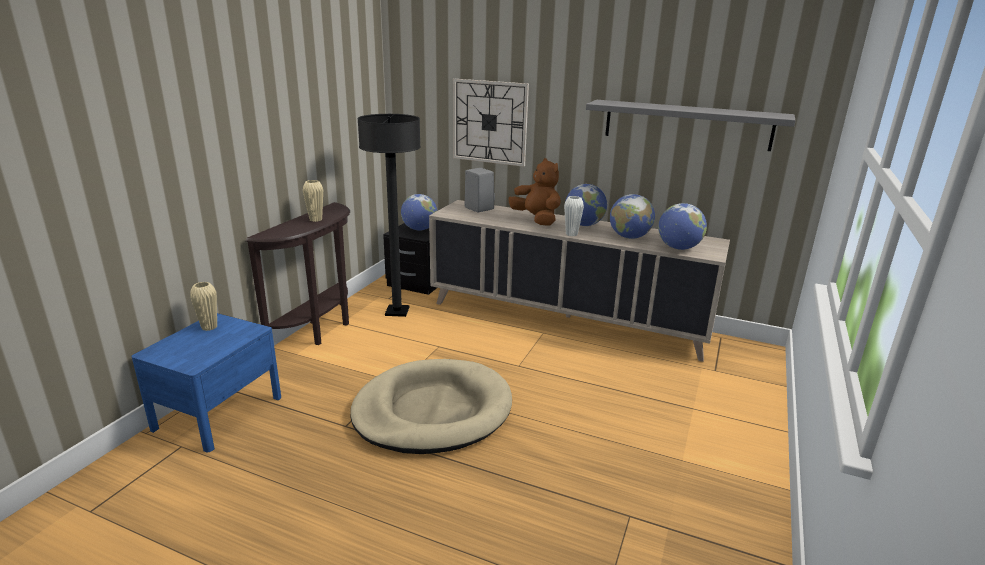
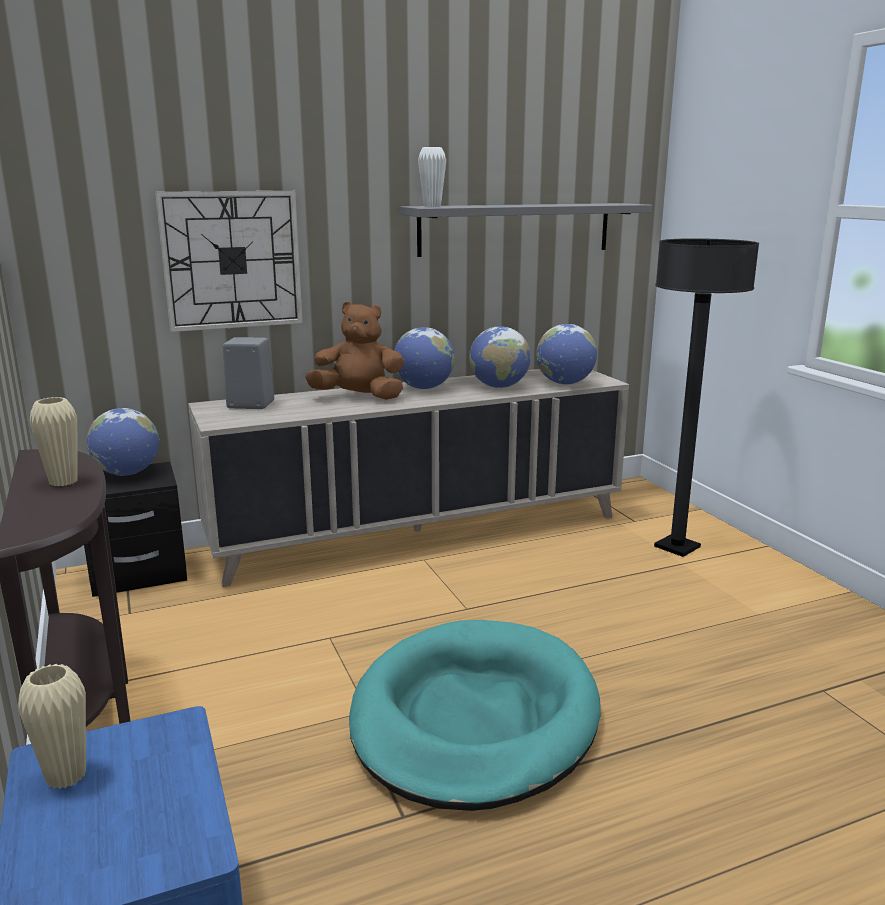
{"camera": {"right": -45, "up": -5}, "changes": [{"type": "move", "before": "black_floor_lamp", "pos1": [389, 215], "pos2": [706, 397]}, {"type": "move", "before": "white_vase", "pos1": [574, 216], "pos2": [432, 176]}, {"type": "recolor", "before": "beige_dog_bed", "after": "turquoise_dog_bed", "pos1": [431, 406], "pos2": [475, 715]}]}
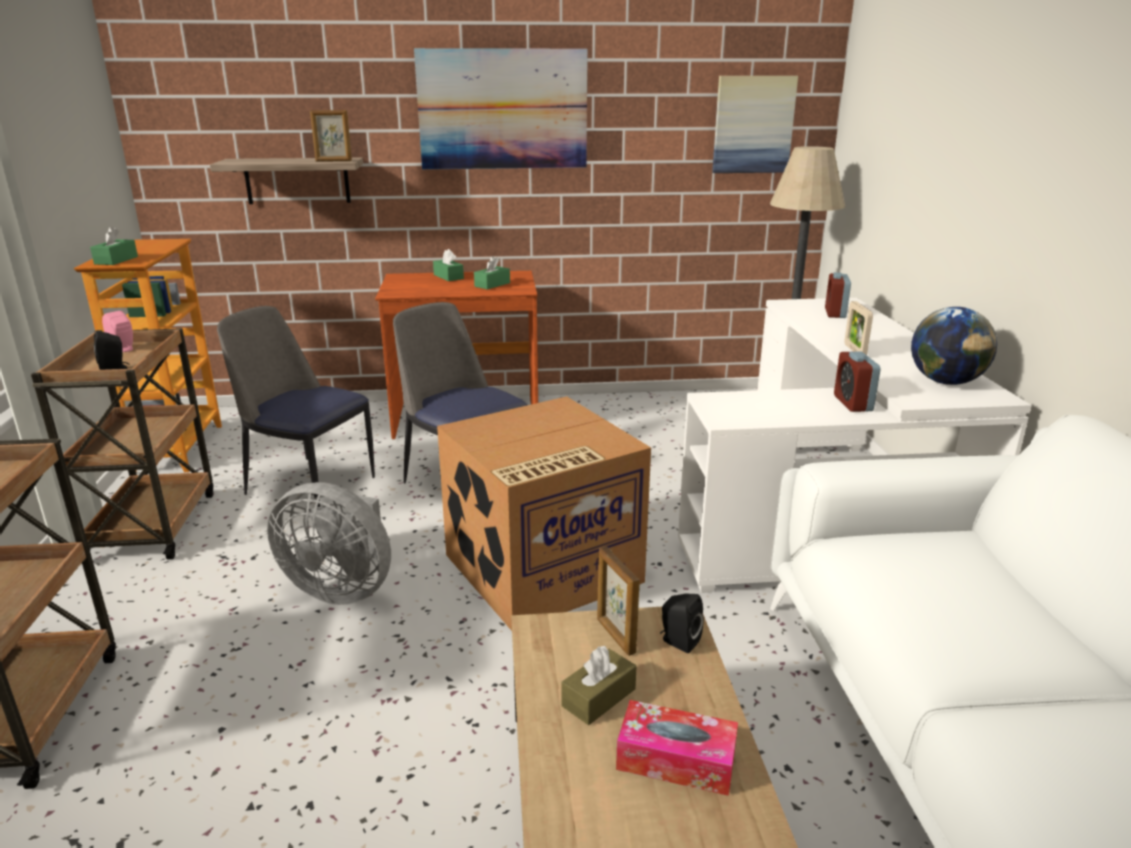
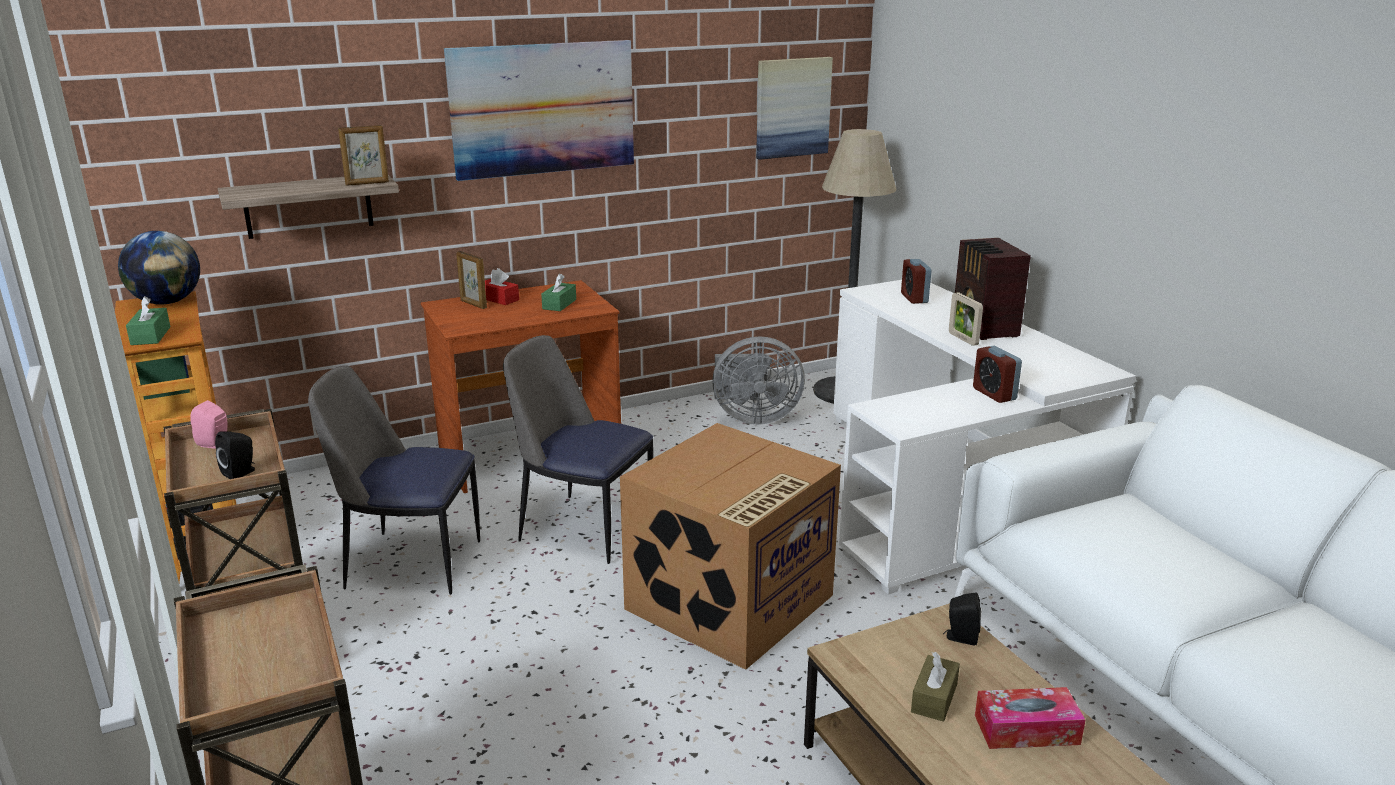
{"camera": {"right": -20, "up": 0}, "changes": [{"type": "insert", "after": "radio", "pos2": [993, 289]}, {"type": "move", "before": "grey_fan", "pos1": [329, 543], "pos2": [758, 380]}, {"type": "move", "before": "picture_frame", "pos1": [618, 601], "pos2": [471, 280]}, {"type": "move", "before": "globe", "pos1": [954, 346], "pos2": [159, 268]}, {"type": "recolor", "before": "green_tissue_box", "after": "red_tissue_box", "pos1": [448, 265], "pos2": [502, 286]}]}
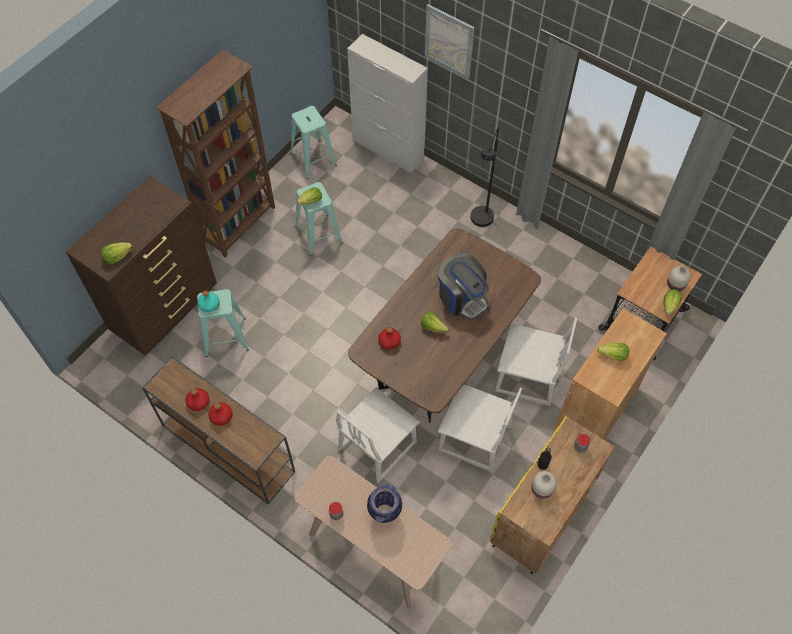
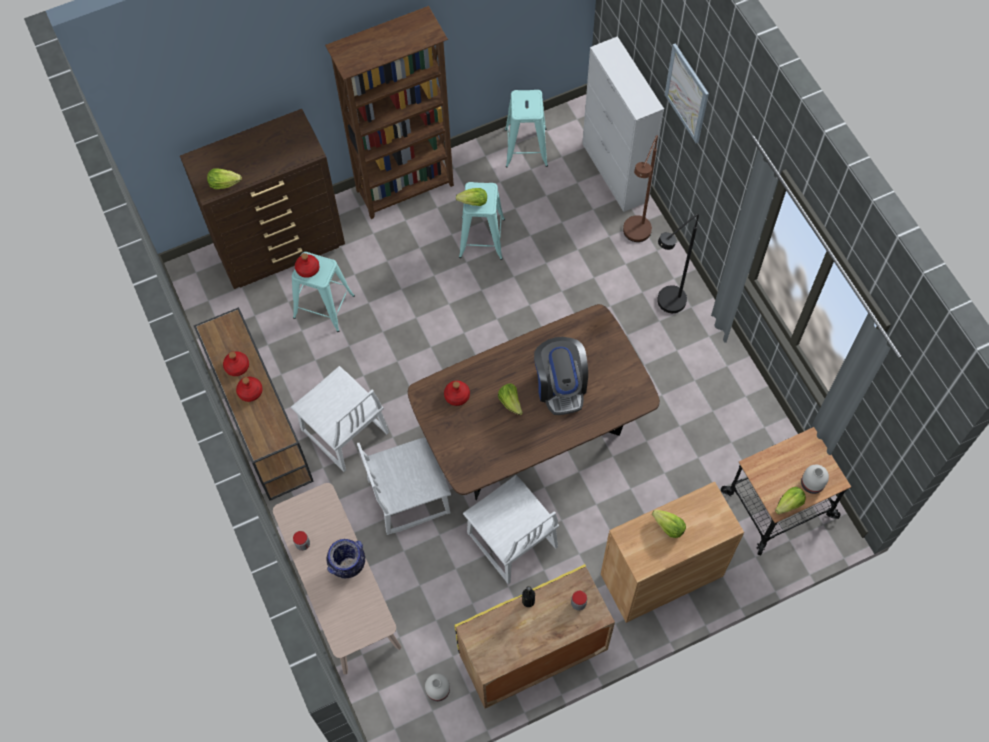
{"camera": {"right": 30, "up": 5}, "changes": [{"type": "insert", "after": "brown_floor_lamp", "pos2": [640, 188]}, {"type": "move", "before": "white_chair", "pos1": [536, 362], "pos2": [340, 419]}, {"type": "move", "before": "white_vase", "pos1": [543, 485], "pos2": [437, 687]}, {"type": "recolor", "before": "turquoise_bottle", "after": "red_bottle", "pos1": [209, 301], "pos2": [307, 265]}]}
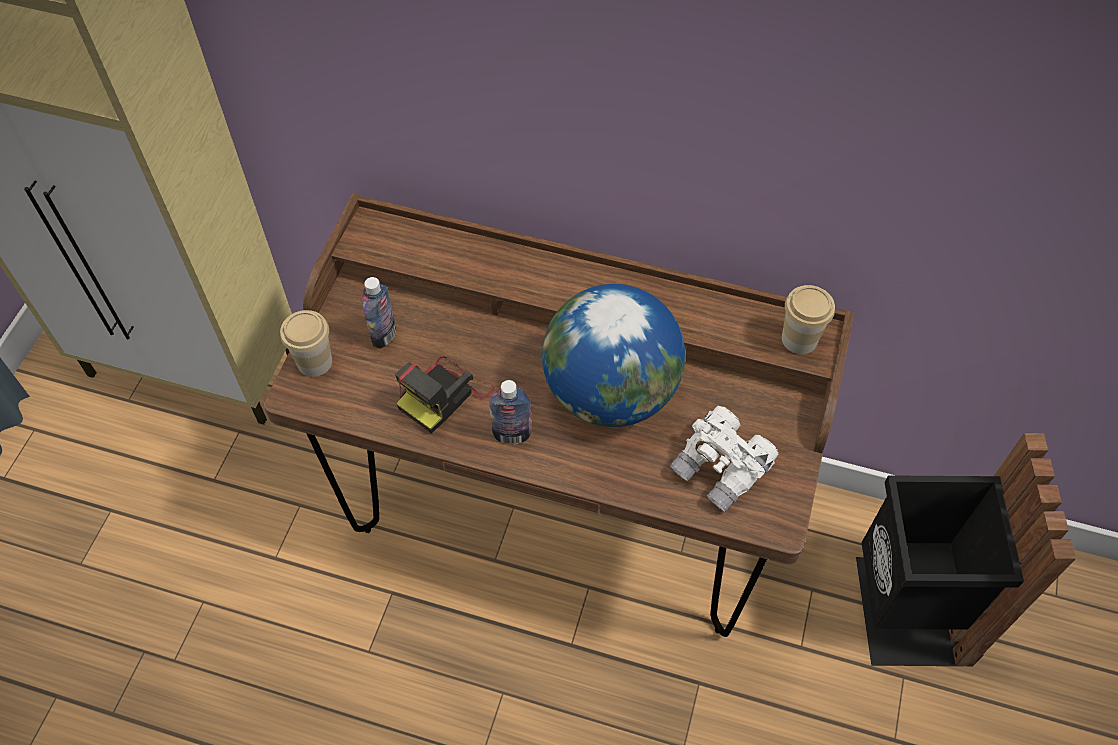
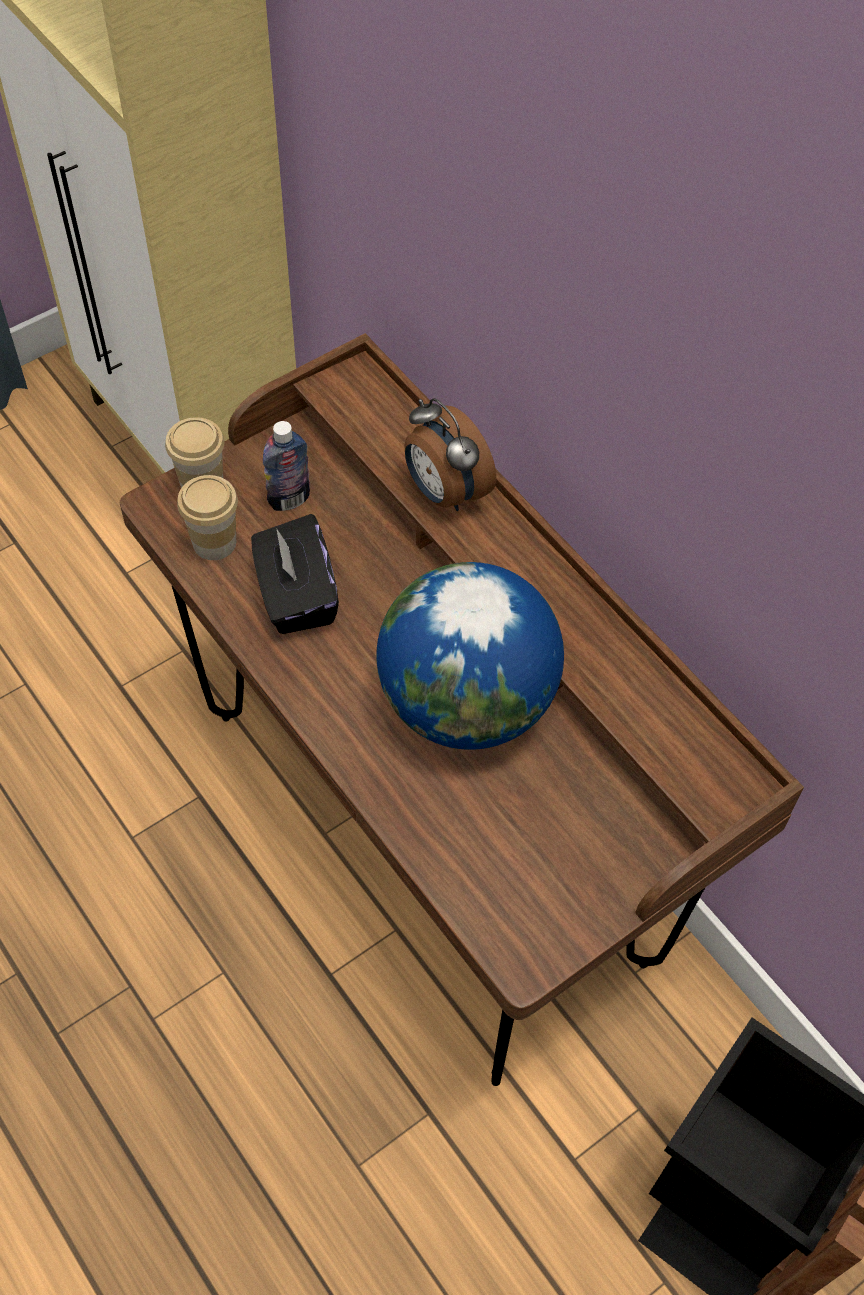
{"camera": {"right": 35, "up": 0}, "changes": [{"type": "delete", "before": "bottle", "pos1": [510, 412]}, {"type": "delete", "before": "white_binoculars", "pos1": [724, 459]}, {"type": "insert", "after": "alarm_clock", "pos2": [450, 454]}, {"type": "move", "before": "cup", "pos1": [808, 319], "pos2": [207, 517]}, {"type": "replace", "before": "photo_camera", "after": "black_tissue_box", "pos1": [445, 395], "pos2": [295, 574]}]}
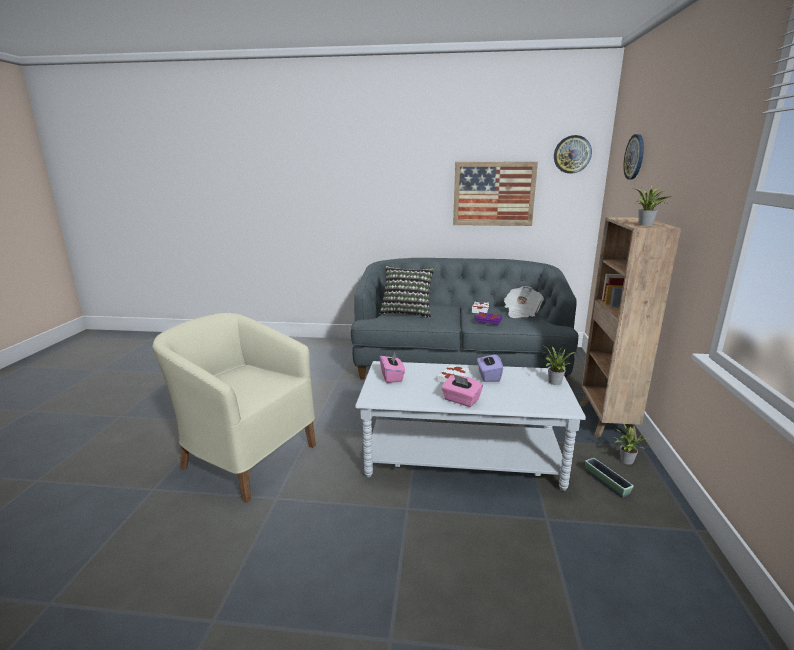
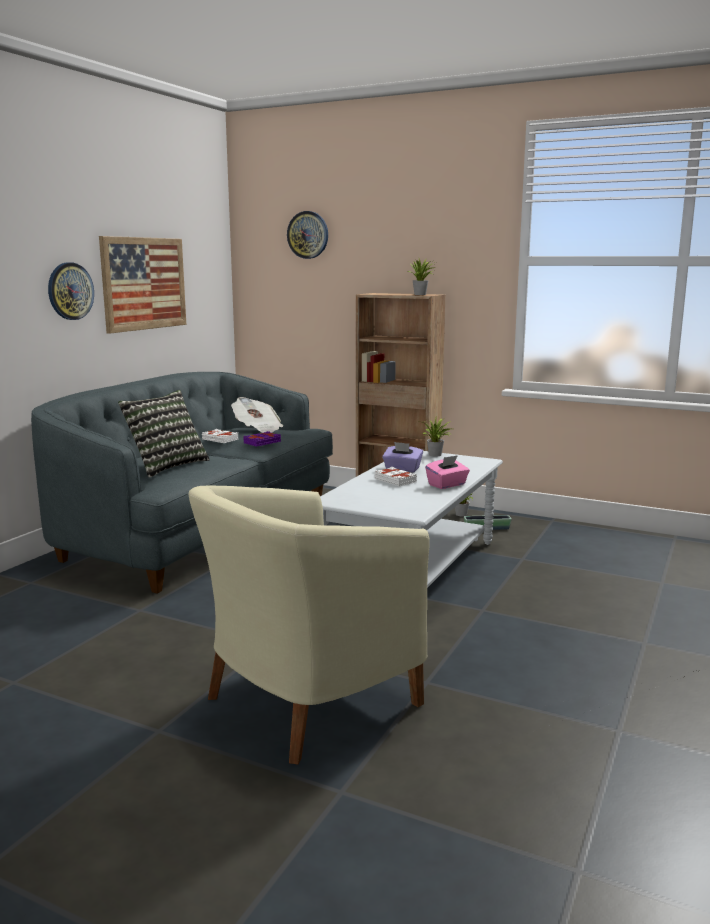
{"camera": {"right": -70, "up": -5}, "changes": [{"type": "delete", "before": "pink_tissue_box", "pos1": [392, 367]}, {"type": "move", "before": "wall_clock", "pos1": [573, 154], "pos2": [71, 291]}]}
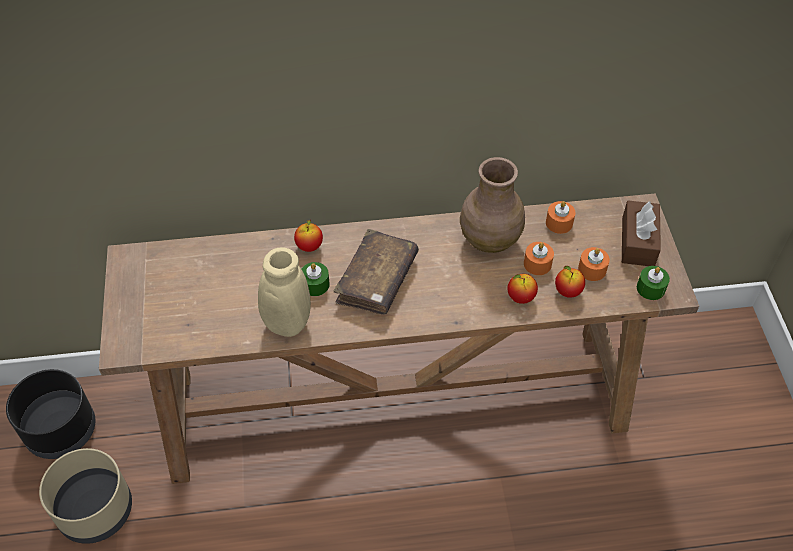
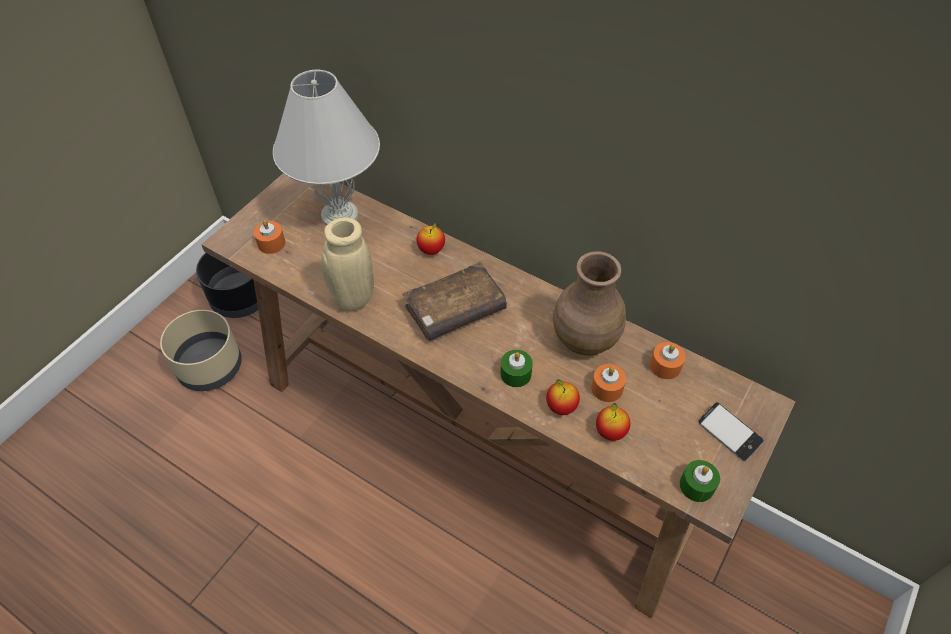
{"camera": {"right": 40, "up": 0}, "changes": [{"type": "insert", "after": "white_table_lamp", "pos2": [326, 148]}, {"type": "move", "before": "green_candle", "pos1": [315, 279], "pos2": [516, 368]}, {"type": "move", "before": "orange_candle", "pos1": [594, 264], "pos2": [269, 237]}, {"type": "replace", "before": "brown_tissue_box", "after": "phone", "pos1": [641, 233], "pos2": [731, 431]}]}
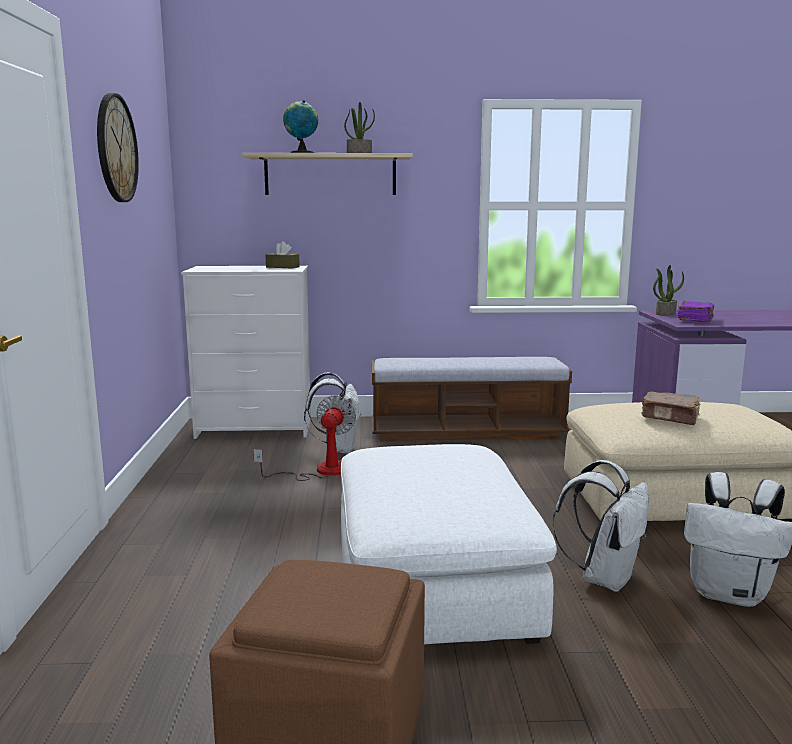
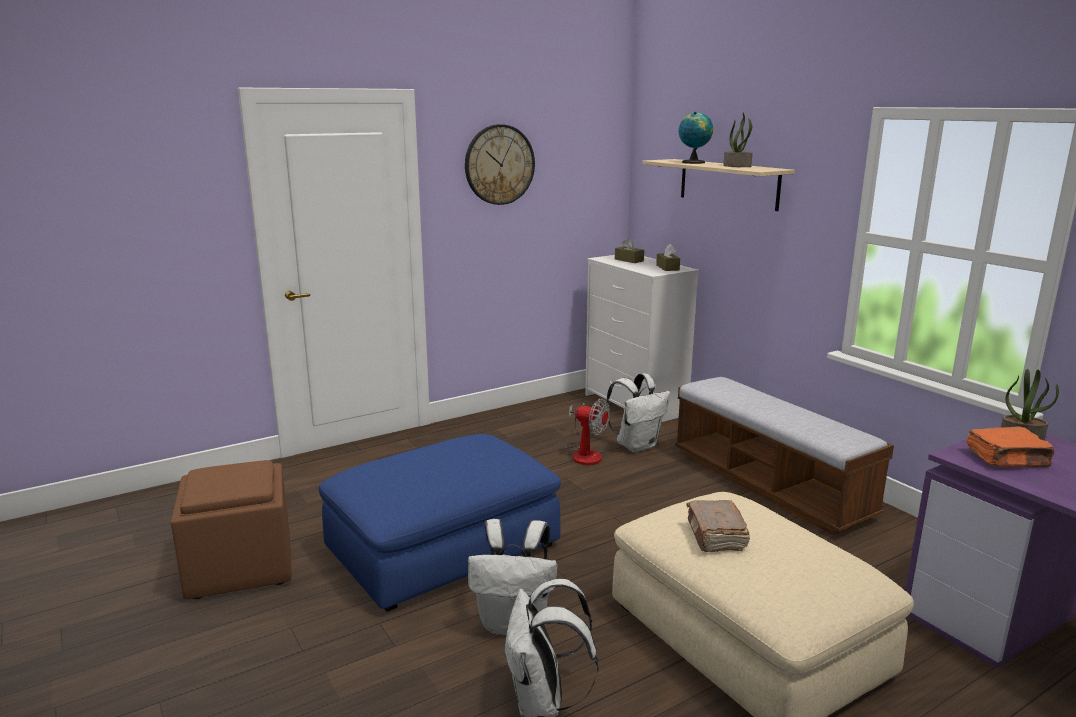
{"camera": {"right": 60, "up": 5}, "changes": [{"type": "insert", "after": "brown_tissue_box", "pos2": [629, 250]}, {"type": "recolor", "before": "white_ottoman", "after": "blue_ottoman", "pos1": [449, 544], "pos2": [440, 523]}, {"type": "recolor", "before": "purple_book", "after": "orange_book", "pos1": [695, 311], "pos2": [1010, 446]}, {"type": "rotate", "before": "fan", "pos1": [304, 438], "pos2": [587, 431], "turn": 45}]}
